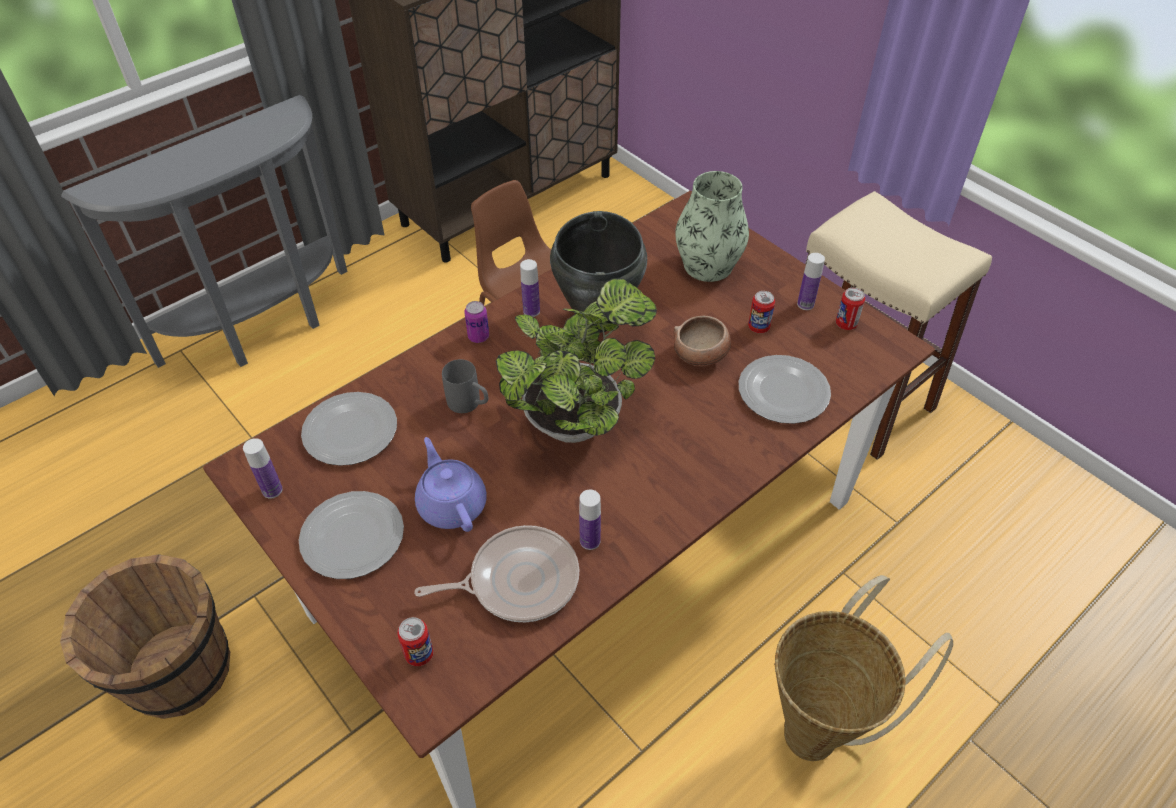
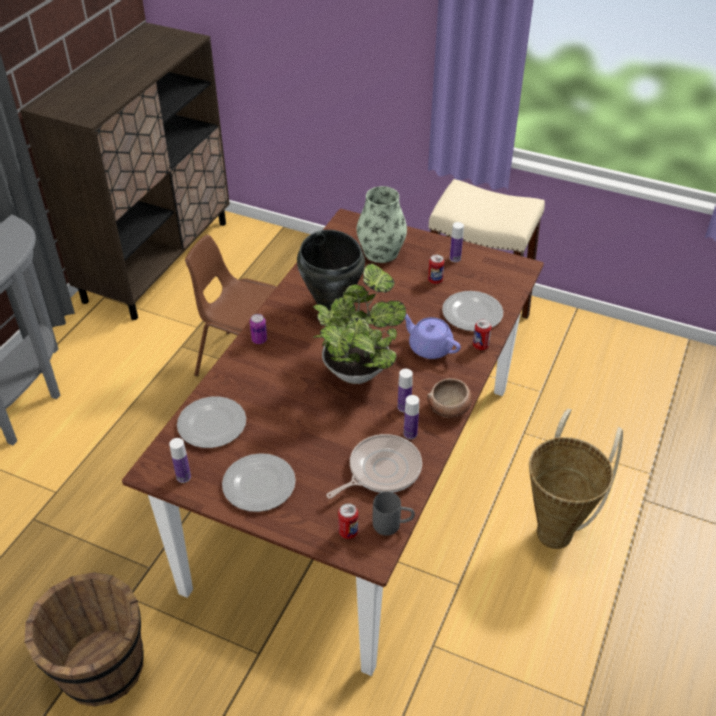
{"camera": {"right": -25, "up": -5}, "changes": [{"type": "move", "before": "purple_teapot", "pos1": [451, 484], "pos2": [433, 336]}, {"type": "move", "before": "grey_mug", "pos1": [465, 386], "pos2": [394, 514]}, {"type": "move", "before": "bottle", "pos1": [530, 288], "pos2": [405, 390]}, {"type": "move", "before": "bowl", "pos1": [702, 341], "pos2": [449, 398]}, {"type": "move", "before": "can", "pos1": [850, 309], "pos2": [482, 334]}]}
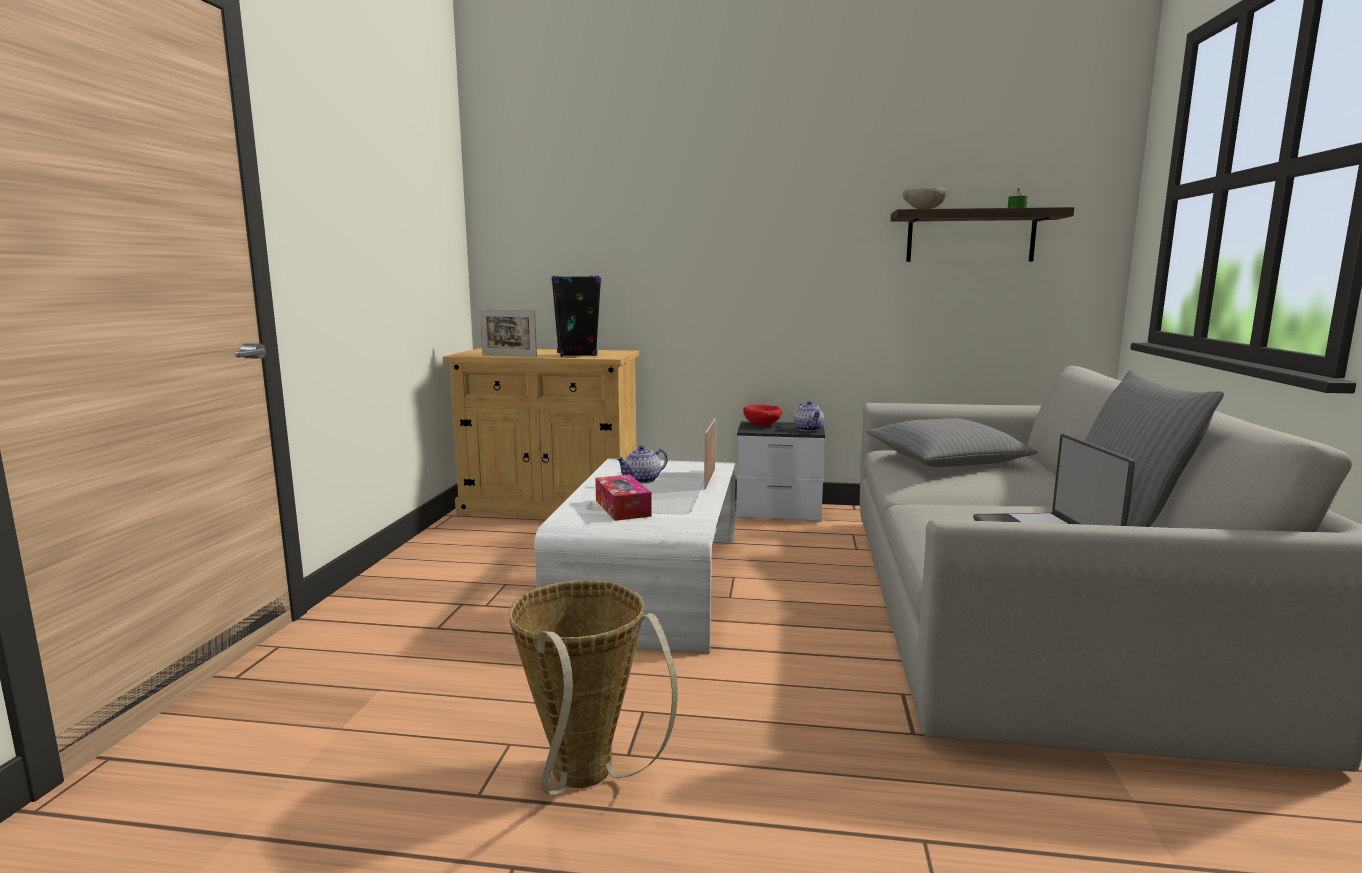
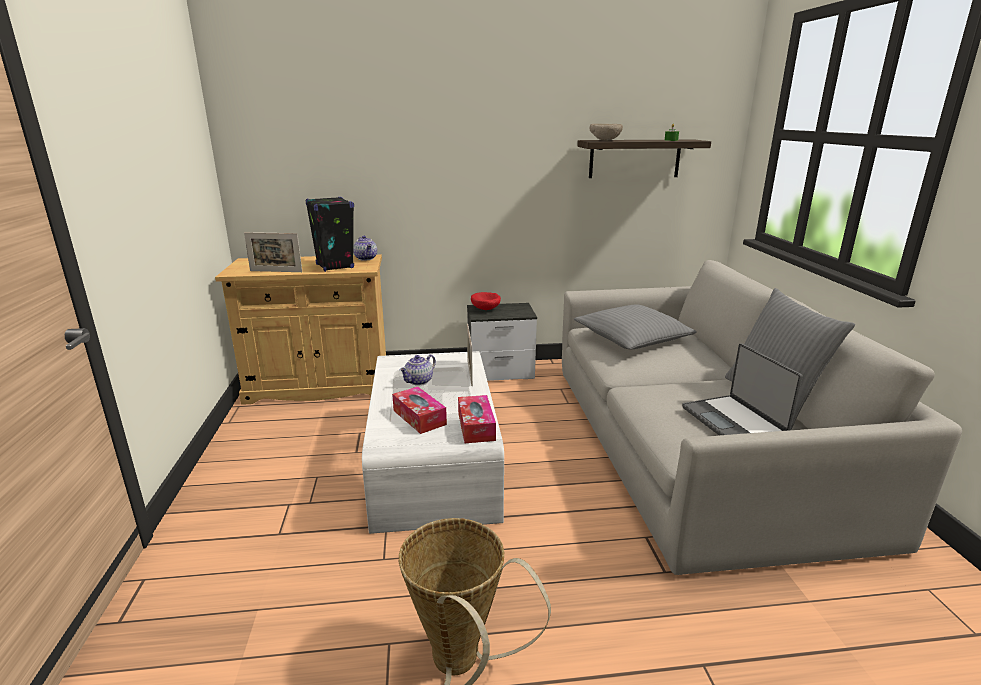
{"camera": {"right": -15, "up": 10}, "changes": [{"type": "insert", "after": "tissue_box", "pos2": [477, 419]}, {"type": "move", "before": "teapot", "pos1": [809, 416], "pos2": [365, 248]}]}
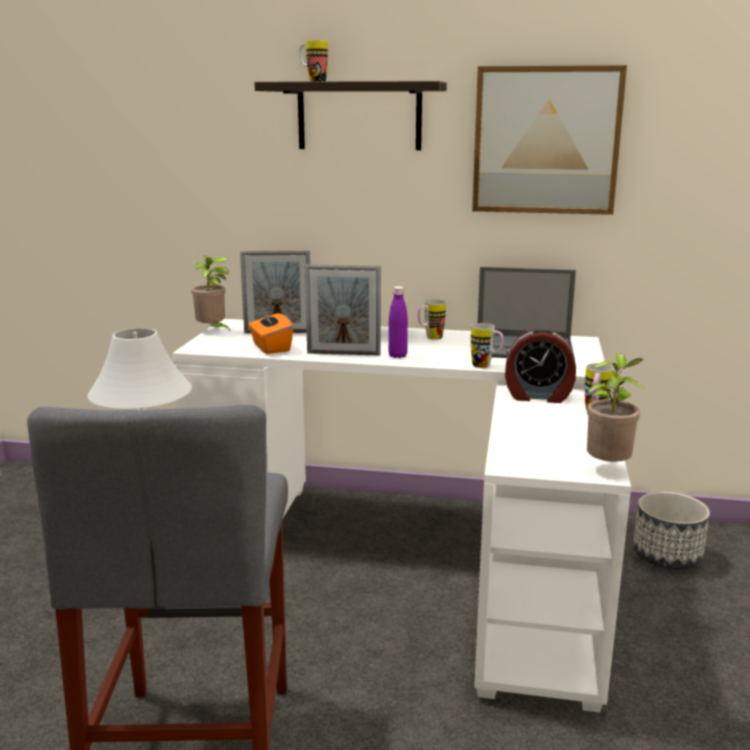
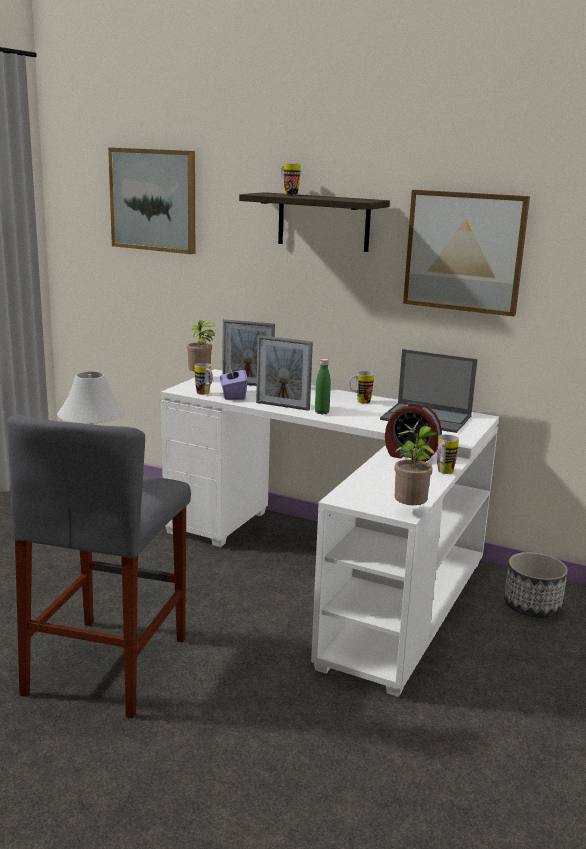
{"camera": {"right": 15, "up": 0}, "changes": [{"type": "insert", "after": "picture", "pos2": [151, 200]}, {"type": "move", "before": "mug", "pos1": [487, 345], "pos2": [204, 379]}, {"type": "recolor", "before": "orange_tissue_box", "after": "purple_tissue_box", "pos1": [270, 330], "pos2": [234, 381]}, {"type": "recolor", "before": "purple_bottle", "after": "green_bottle", "pos1": [398, 322], "pos2": [323, 386]}]}
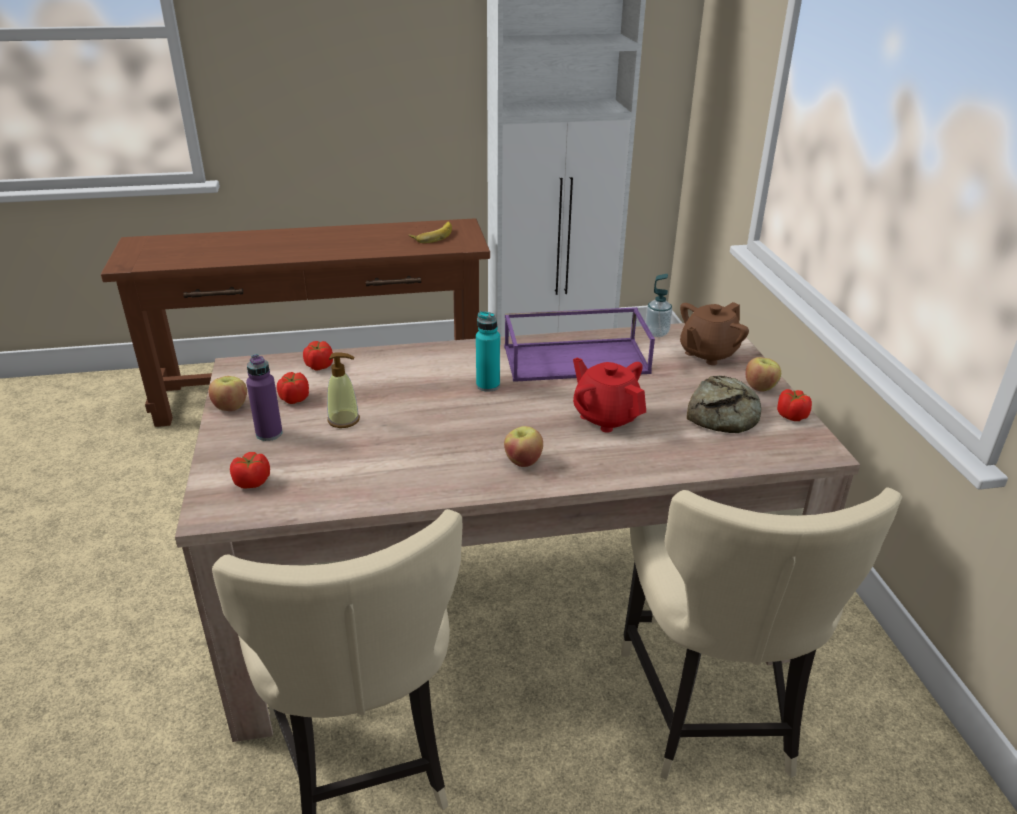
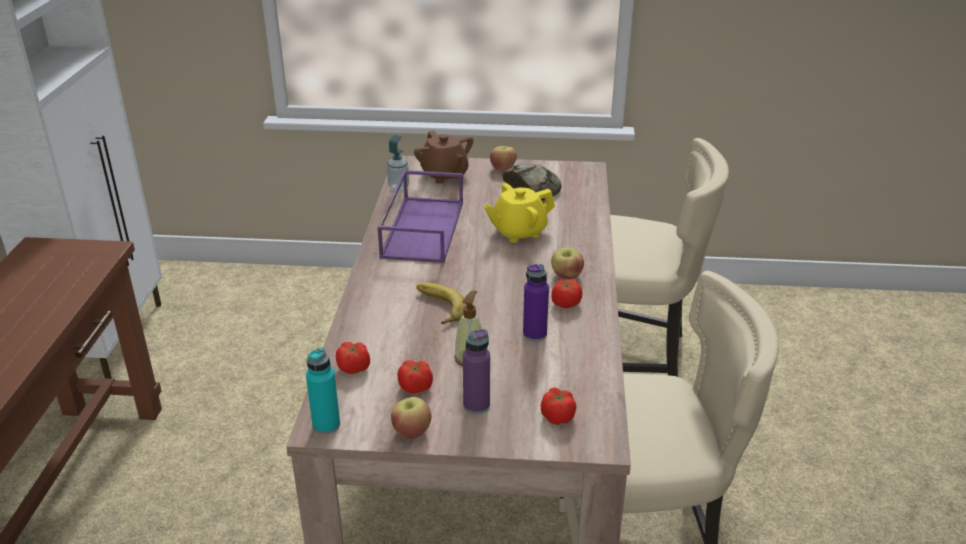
{"camera": {"right": -75, "up": 0}, "changes": [{"type": "insert", "after": "purple_bottle", "pos2": [536, 303]}, {"type": "move", "before": "banana", "pos1": [430, 232], "pos2": [441, 303]}, {"type": "move", "before": "turquoise_bottle", "pos1": [488, 351], "pos2": [323, 391]}, {"type": "move", "before": "tomato", "pos1": [794, 405], "pos2": [567, 293]}, {"type": "recolor", "before": "red_teapot", "after": "yellow_teapot", "pos1": [609, 395], "pos2": [519, 213]}]}
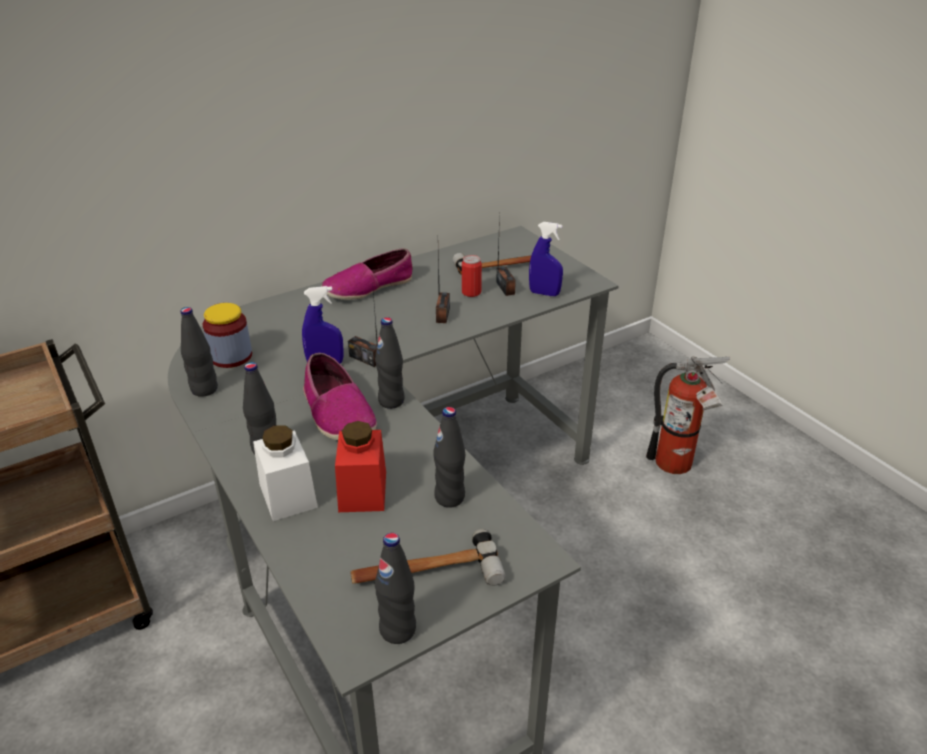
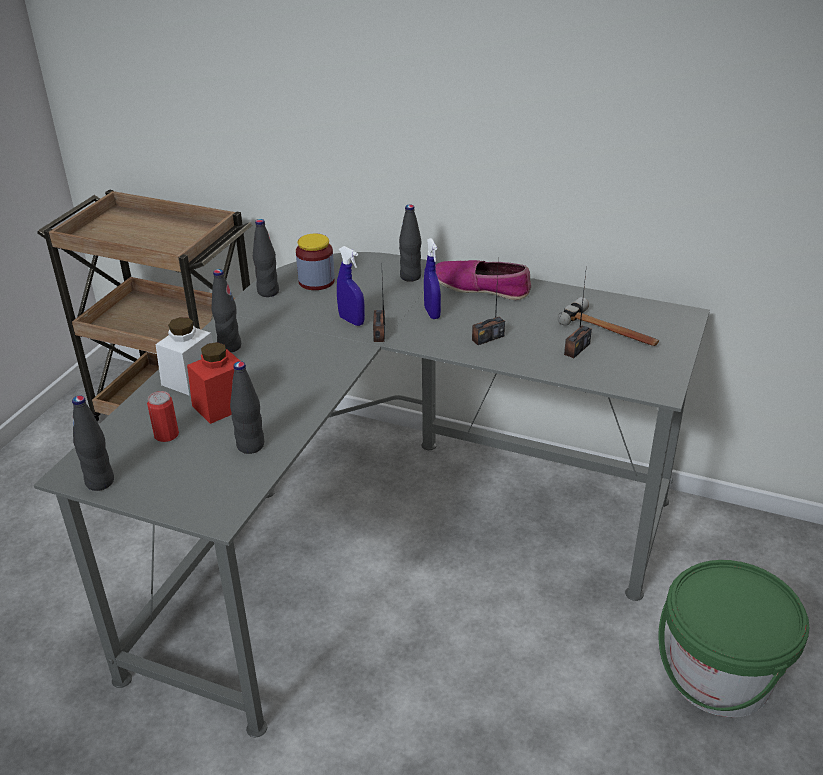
{"camera": {"right": 55, "up": 0}, "changes": [{"type": "delete", "before": "shoe", "pos1": [340, 396]}, {"type": "delete", "before": "hammer", "pos1": [428, 557]}, {"type": "move", "before": "black_bottle", "pos1": [390, 363], "pos2": [410, 243]}, {"type": "move", "before": "can", "pos1": [472, 276], "pos2": [163, 416]}, {"type": "move", "before": "blue_spray_bottle", "pos1": [546, 259], "pos2": [432, 278]}, {"type": "replace", "before": "fire_extinguisher", "after": "green_bucket", "pos1": [688, 415], "pos2": [733, 638]}]}
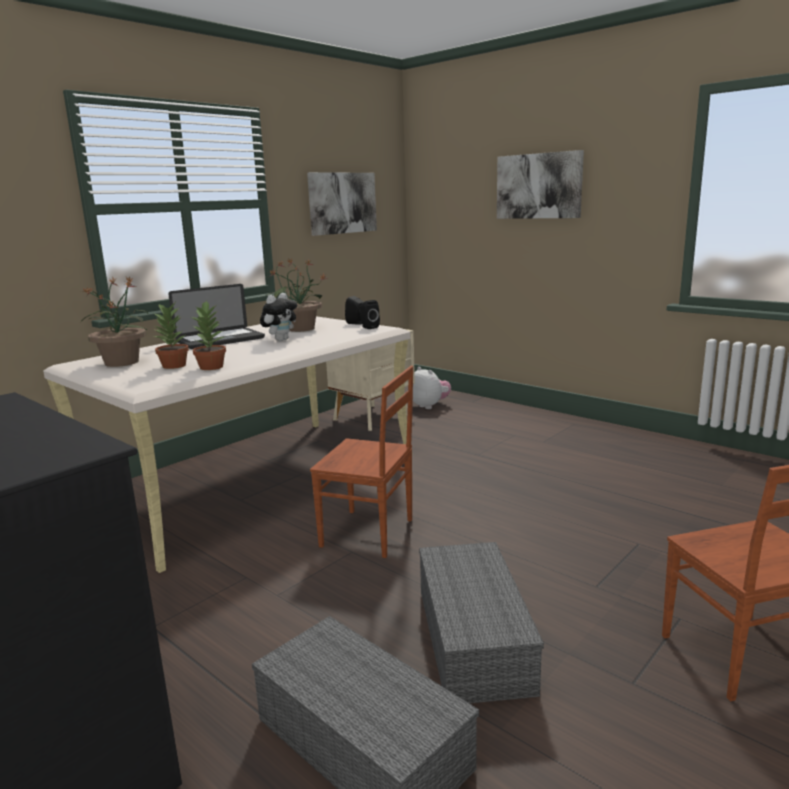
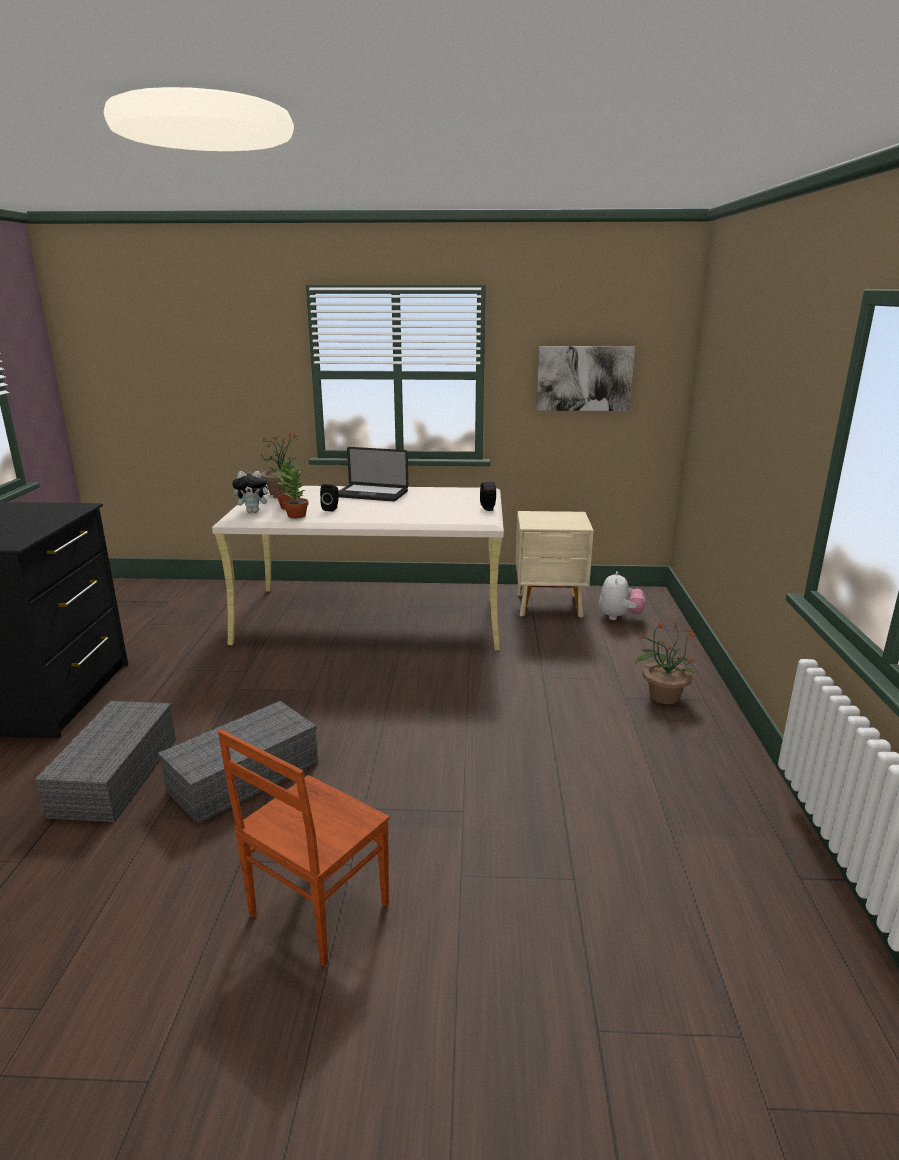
{"camera": {"right": 50, "up": 5}, "changes": [{"type": "delete", "before": "brown_chair", "pos1": [361, 462]}, {"type": "delete", "before": "picture", "pos1": [540, 184]}, {"type": "move", "before": "plush_toy", "pos1": [278, 317], "pos2": [252, 492]}, {"type": "move", "before": "potted_plant", "pos1": [297, 295], "pos2": [667, 662]}, {"type": "move", "before": "black_speaker", "pos1": [369, 314], "pos2": [329, 498]}]}
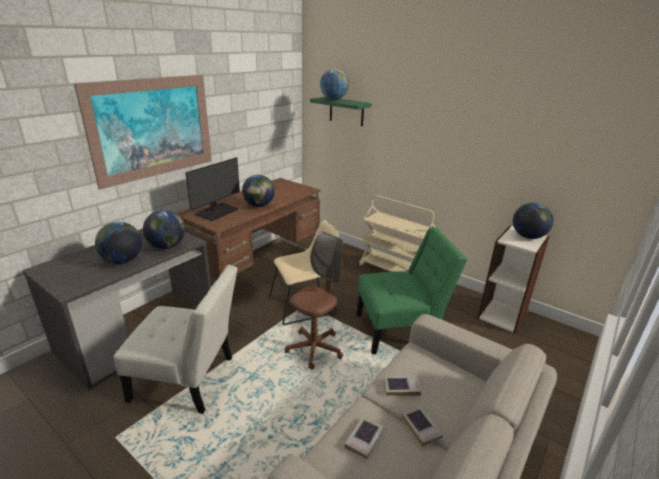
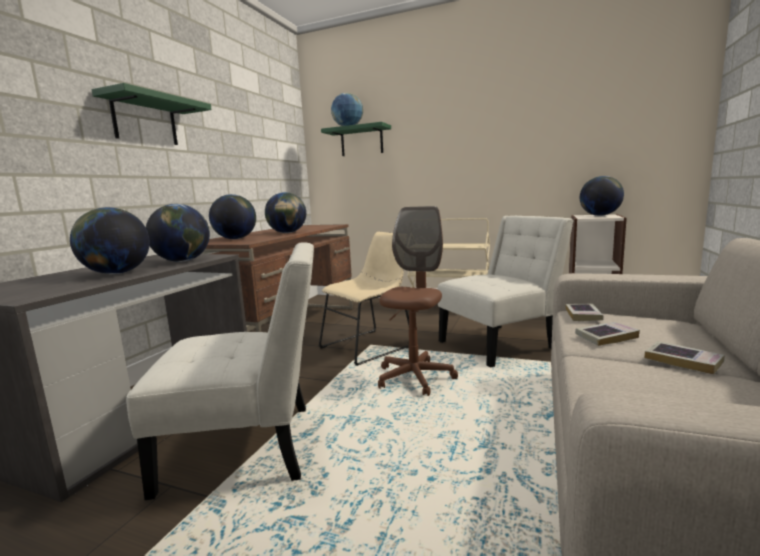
{"camera": {"right": -15, "up": -15}, "changes": [{"type": "move", "before": "book", "pos1": [364, 438], "pos2": [584, 312]}, {"type": "replace", "before": "picture", "after": "green_shelf", "pos1": [143, 132], "pos2": [151, 114]}, {"type": "replace", "before": "monitor", "after": "globe", "pos1": [212, 189], "pos2": [232, 216]}, {"type": "recolor", "before": "green_chair", "after": "white_chair", "pos1": [411, 291], "pos2": [506, 292]}]}
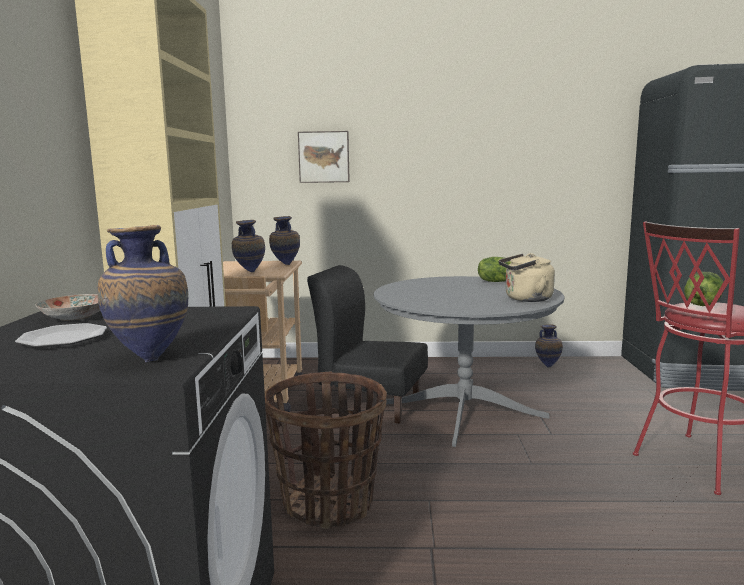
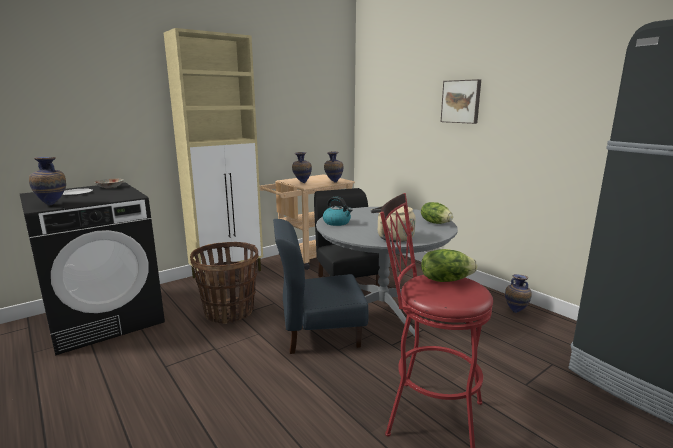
{"camera": {"right": 50, "up": 5}, "changes": [{"type": "insert", "after": "blue_chair", "pos2": [321, 286]}, {"type": "insert", "after": "kettle", "pos2": [337, 211]}, {"type": "move", "before": "picture", "pos1": [324, 157], "pos2": [461, 101]}]}
